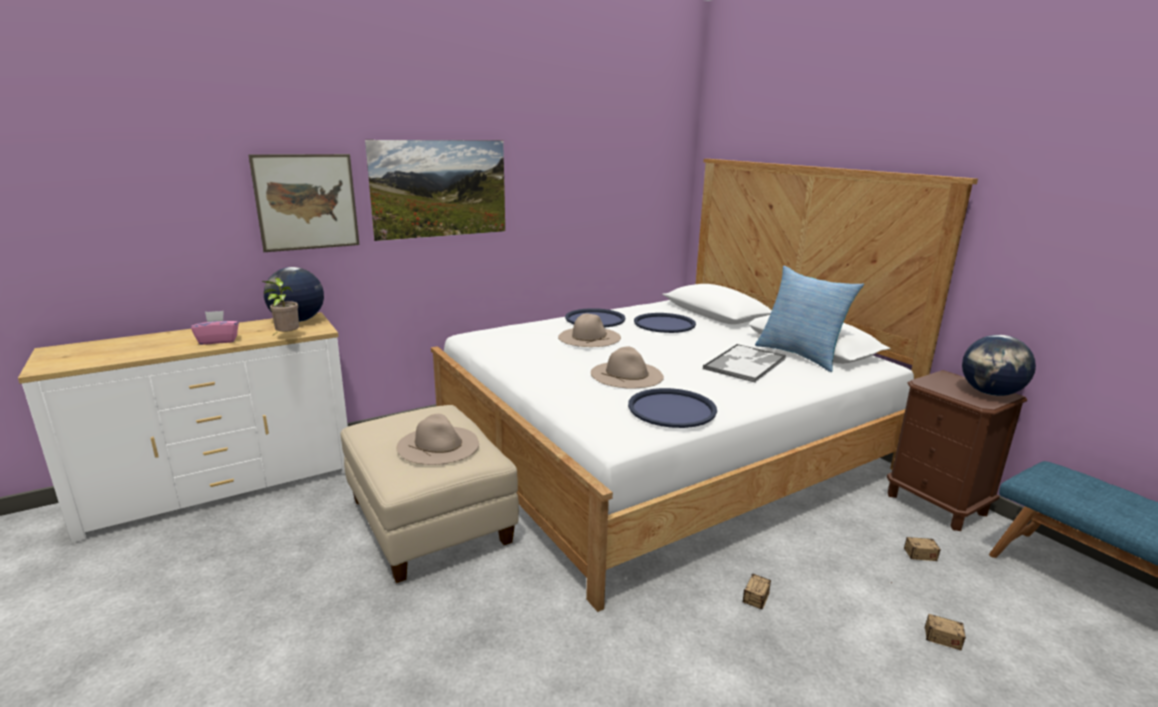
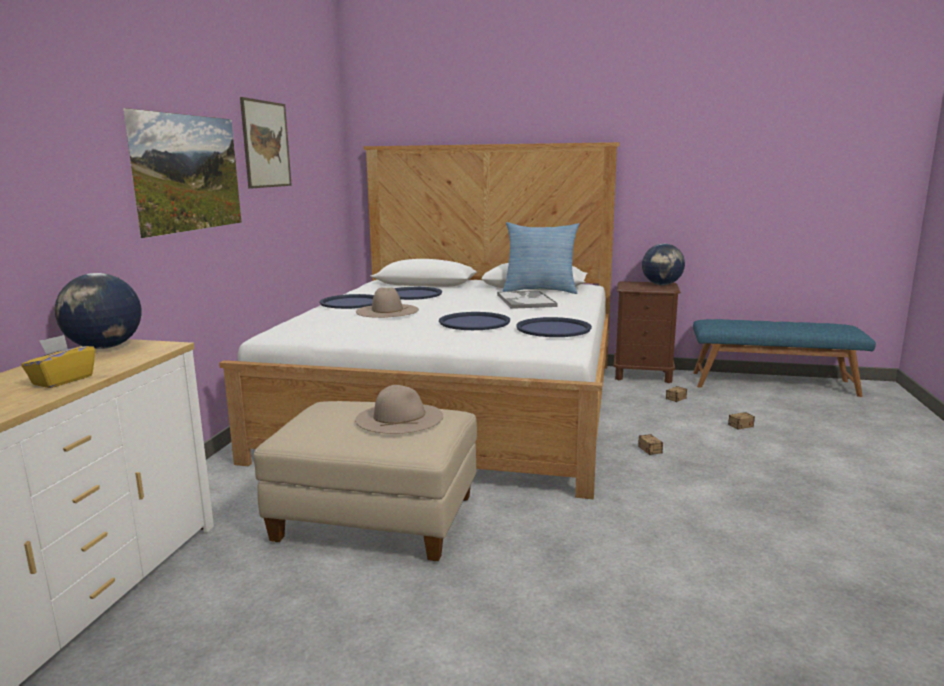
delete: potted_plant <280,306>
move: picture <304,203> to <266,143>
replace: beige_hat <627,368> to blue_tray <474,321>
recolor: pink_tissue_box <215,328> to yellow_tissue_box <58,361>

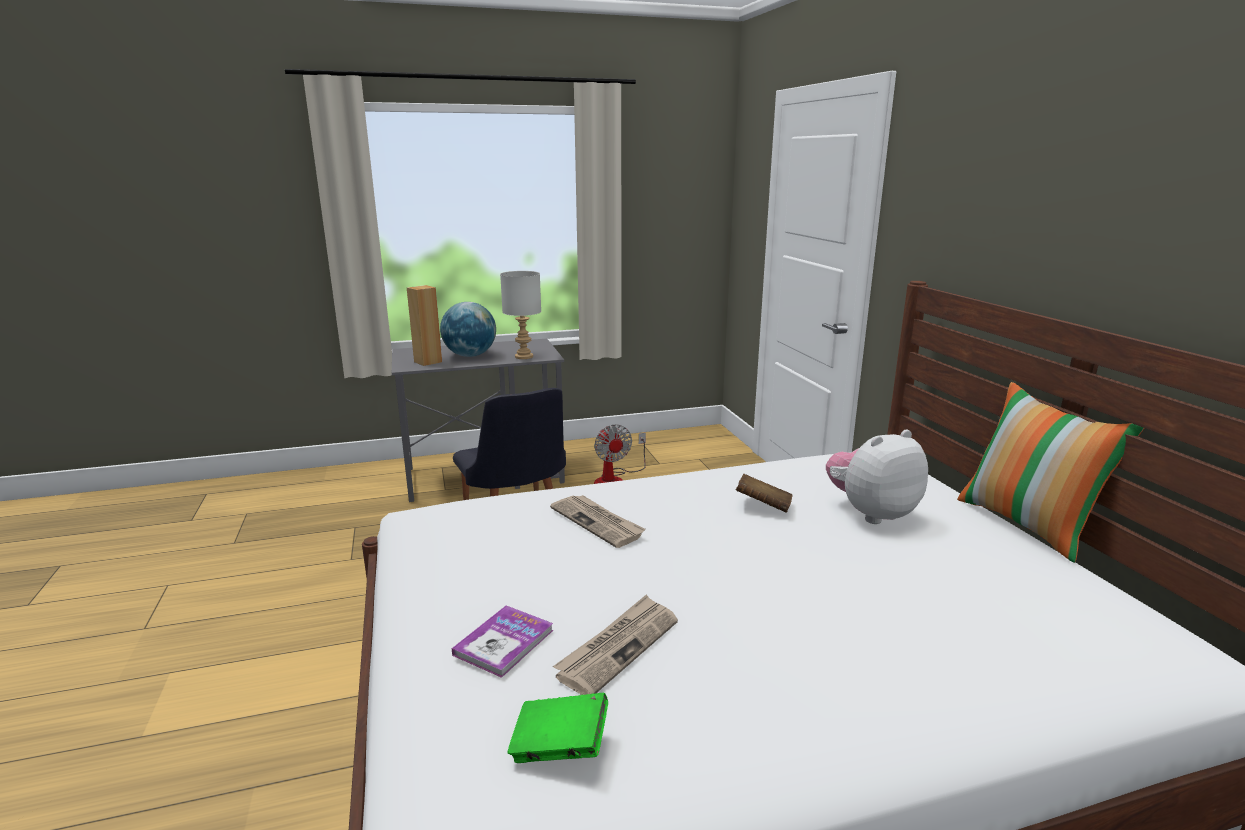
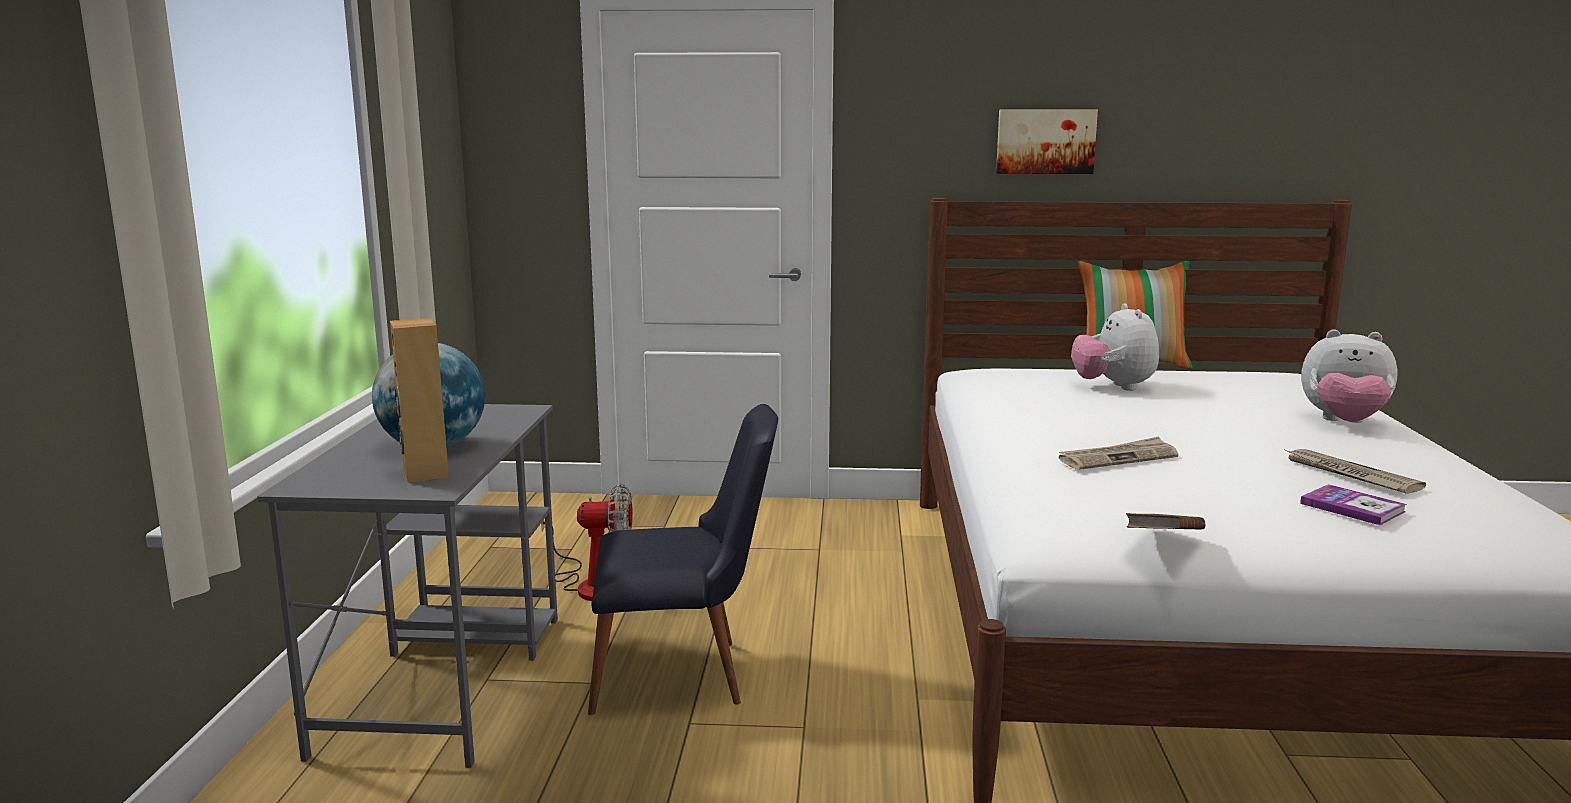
delete: grey_table_lamp <520,315>; green_book <557,728>
insert: picture <1047,141>; plush_toy <1349,376>
move: brown_book <764,493> to <1165,521>

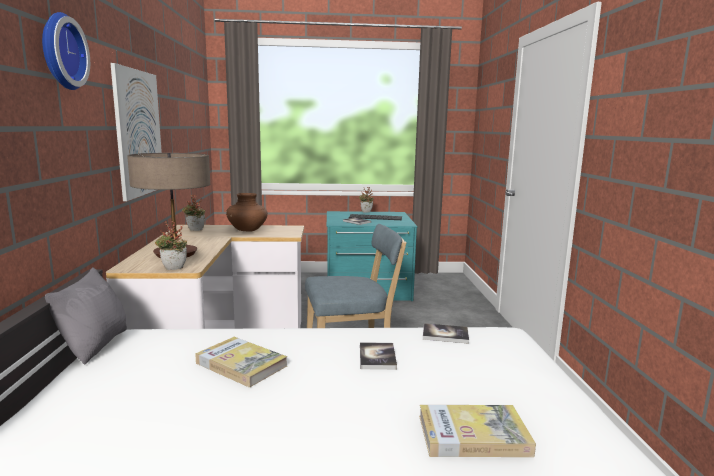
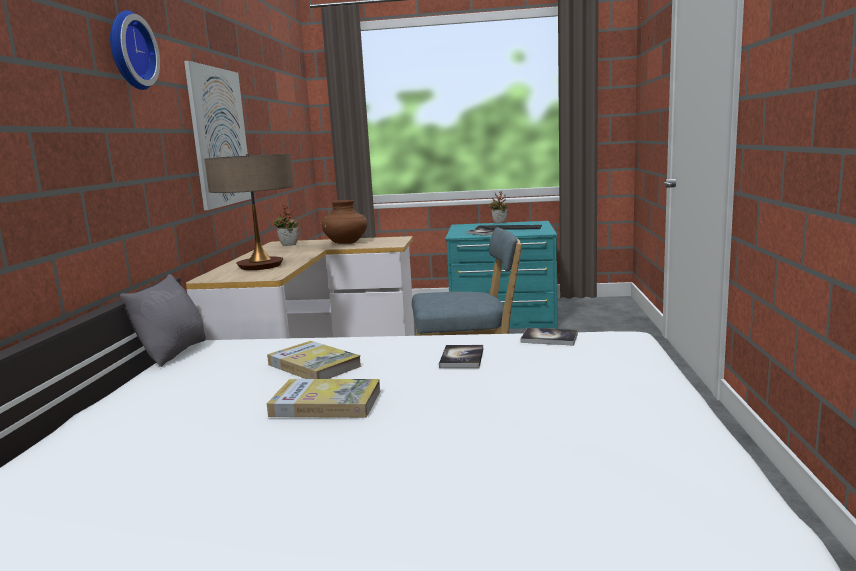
delete: potted_plant <171,245>
move: book <477,431> to <323,398>

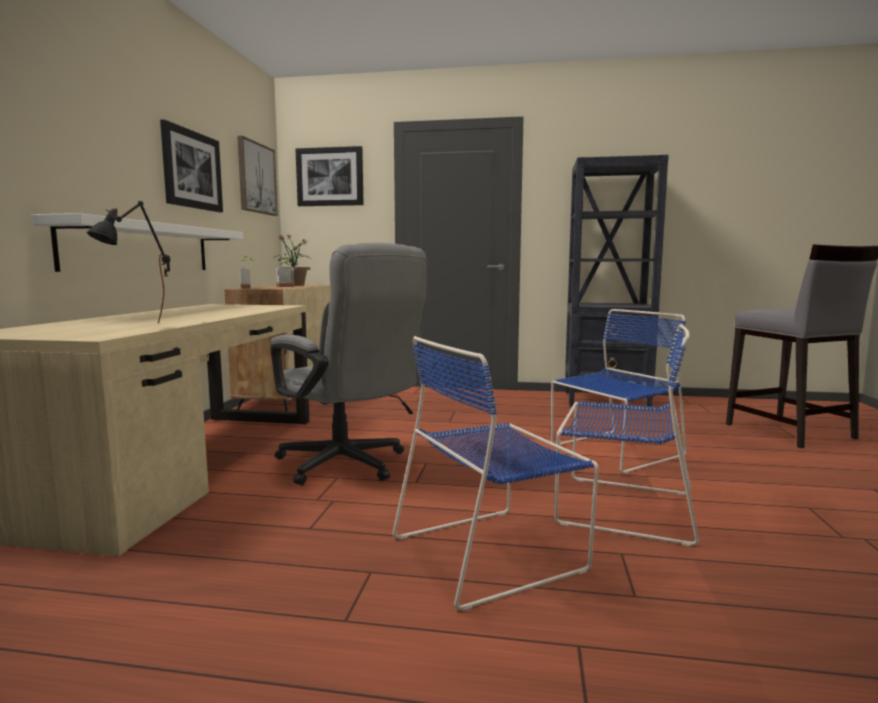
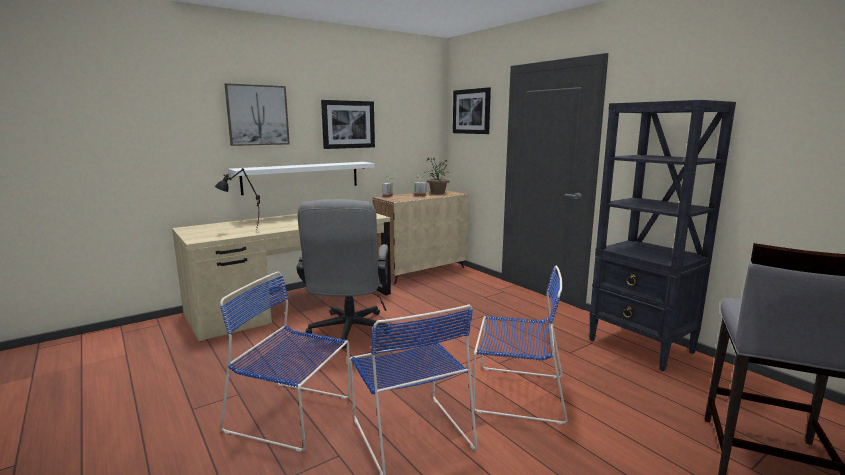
move: picture <257,176> to <257,114>

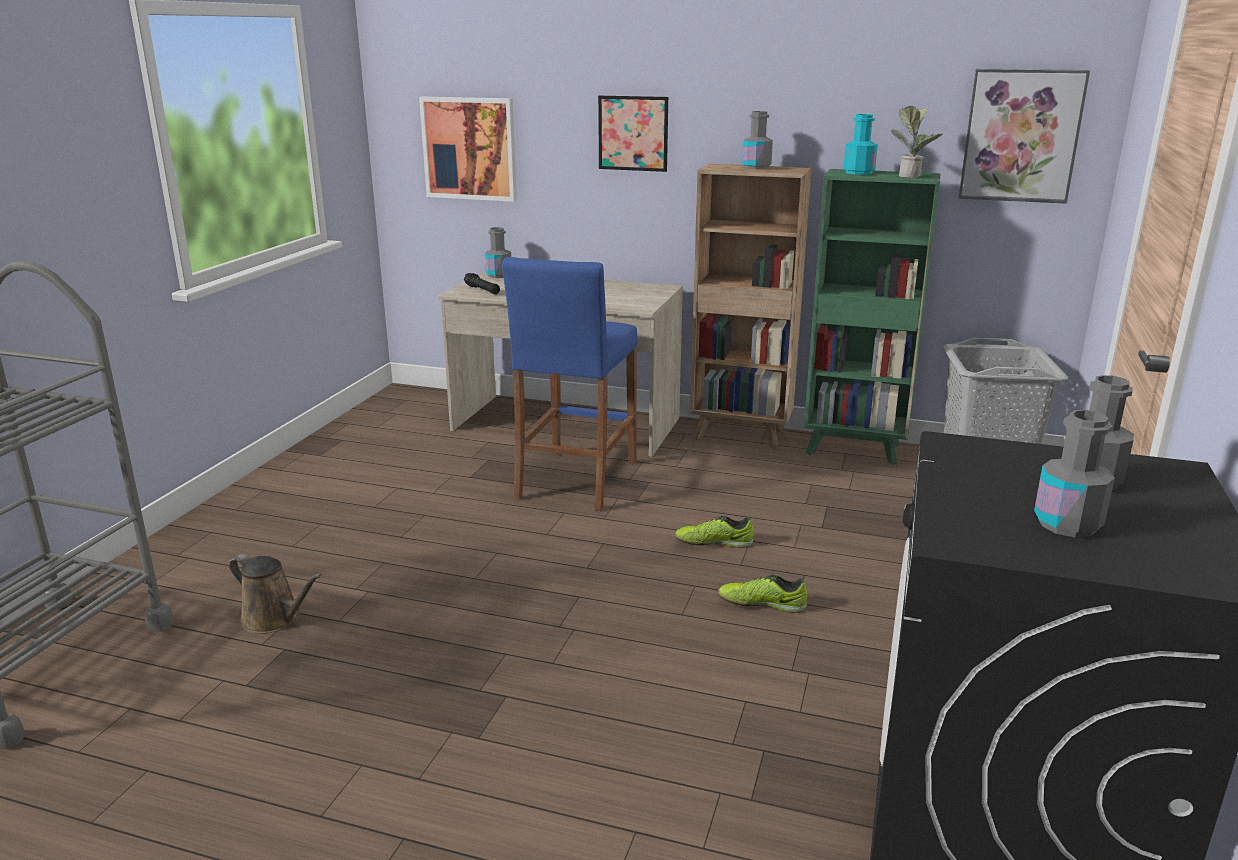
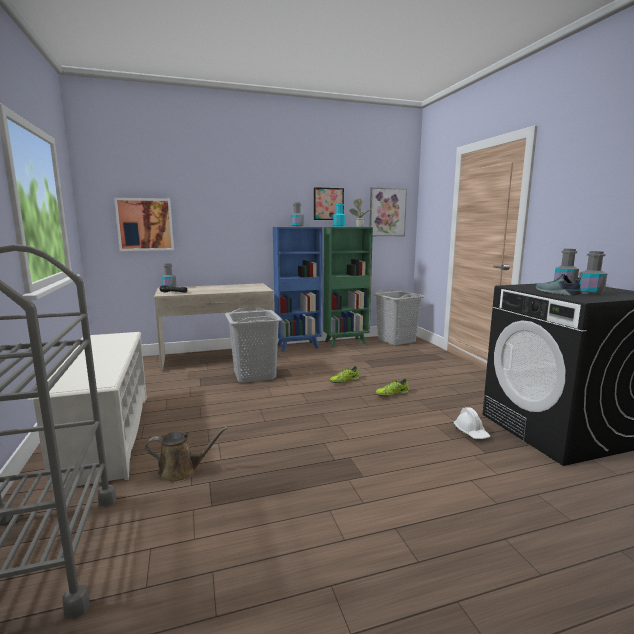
insert: white_shoe_rack <87,411>; white_hard_hat <471,423>; shoe <559,285>
move: picture <633,134> to <329,203>
replace: blue_stool <569,384> to grey_laundry_basket <253,345>
recolor: brown_bookcase <751,306> to blue_bookcase <298,289>

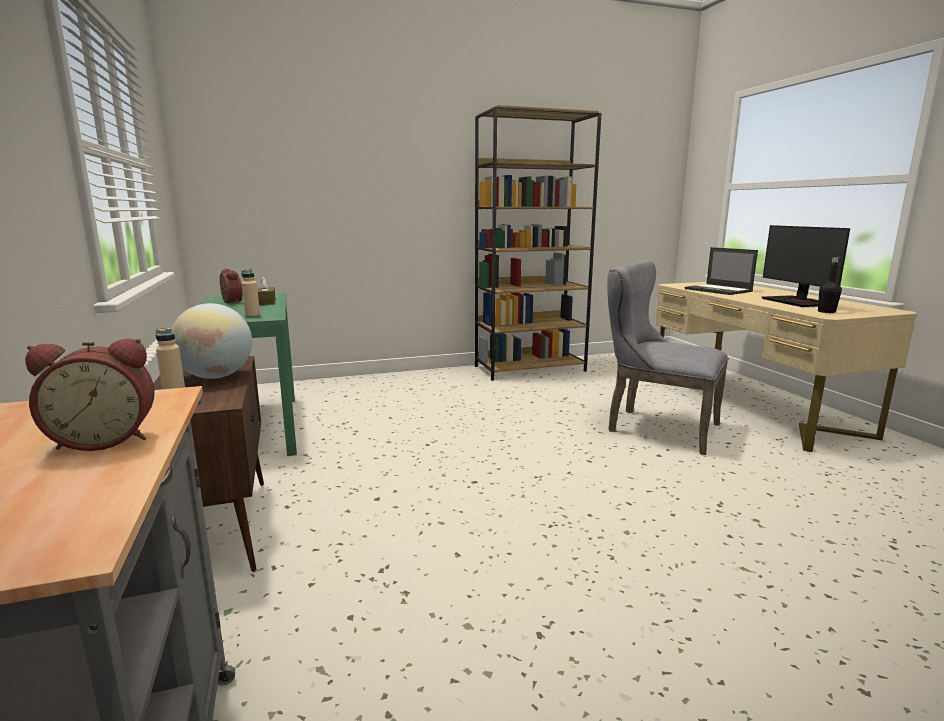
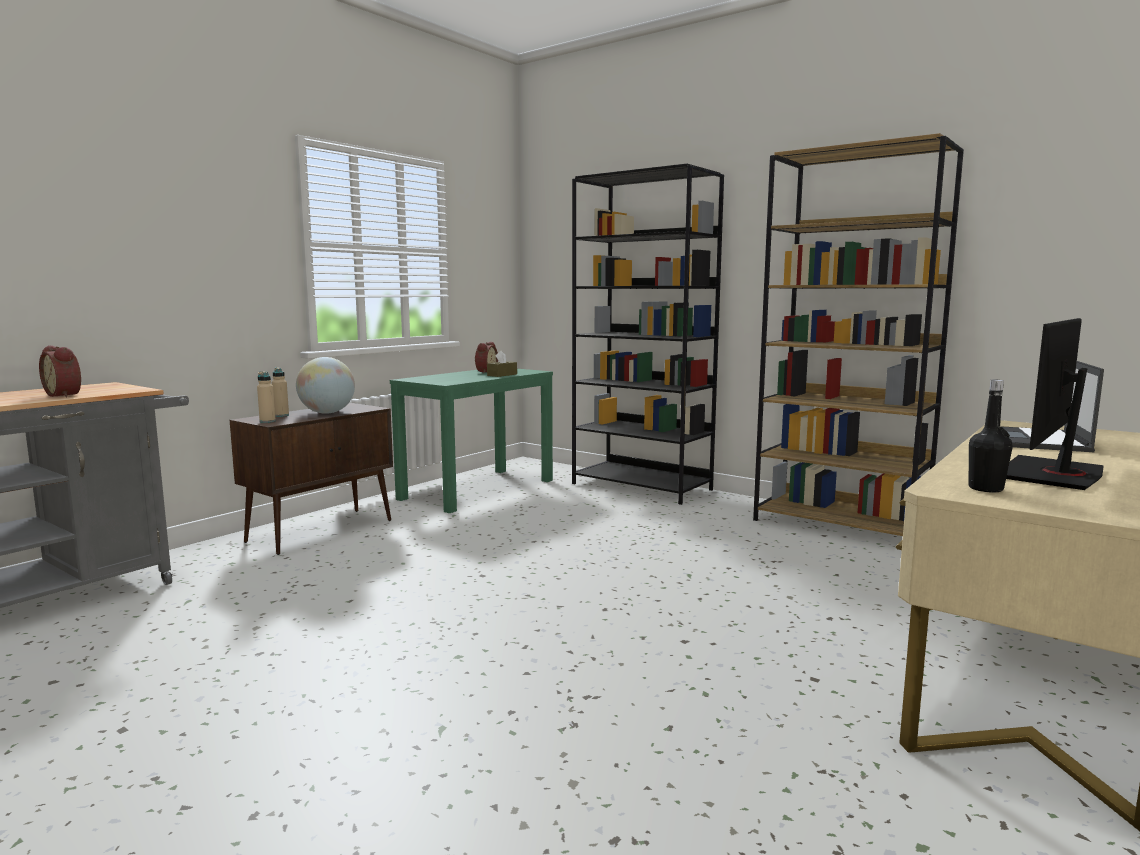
delete: grey_chair <668,357>
insert: black_bookcase <648,334>
move: beige_bottle <250,293> to <266,397>

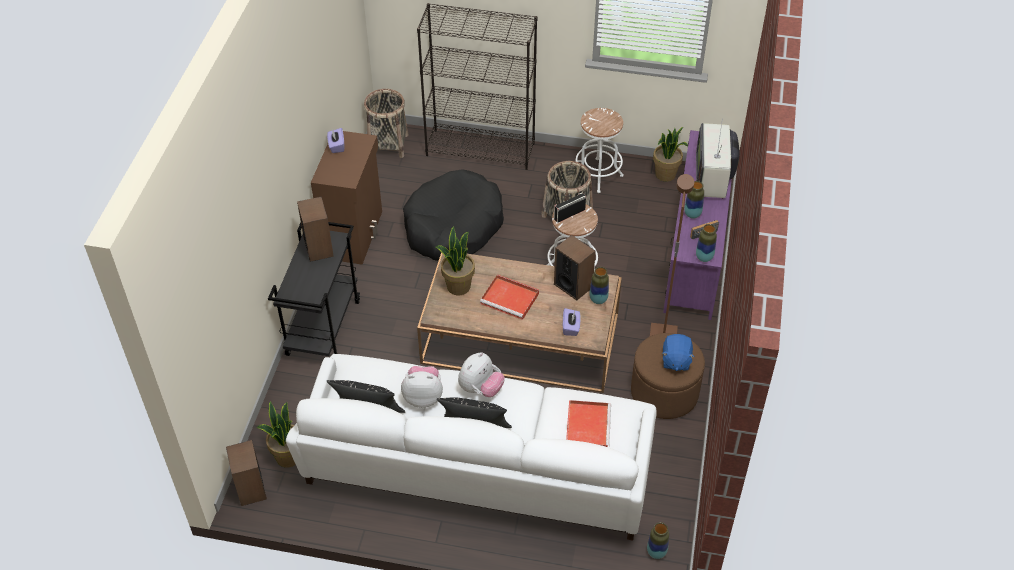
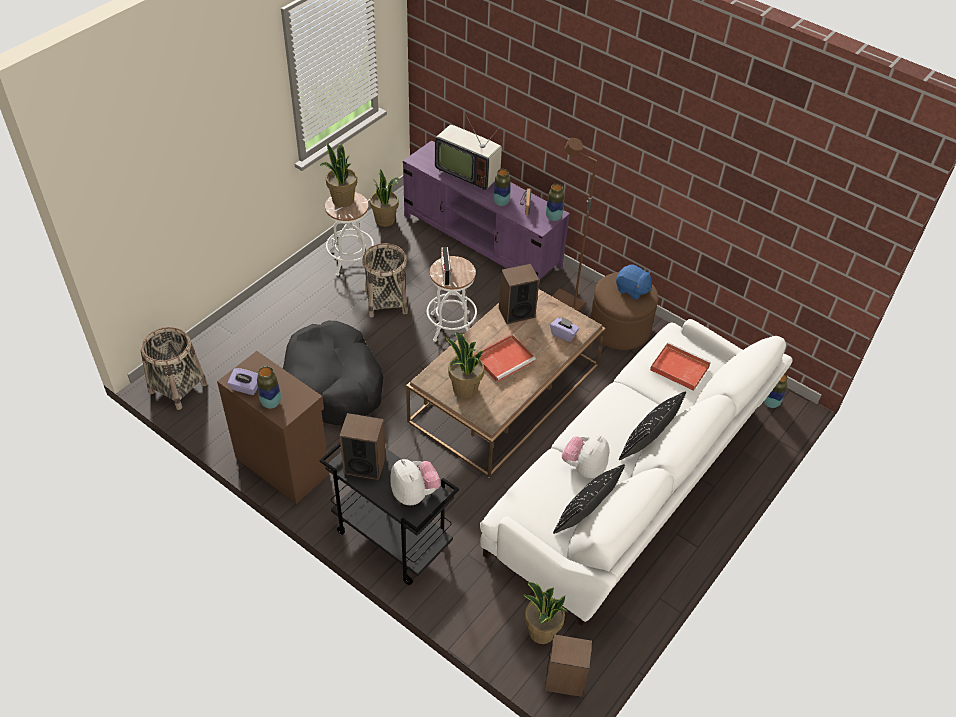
delete: black_bookcase <477,86>
insert: potted_plant <338,175>
move: plush_toy <481,374> to <415,482>; vase <599,285> to <269,387>

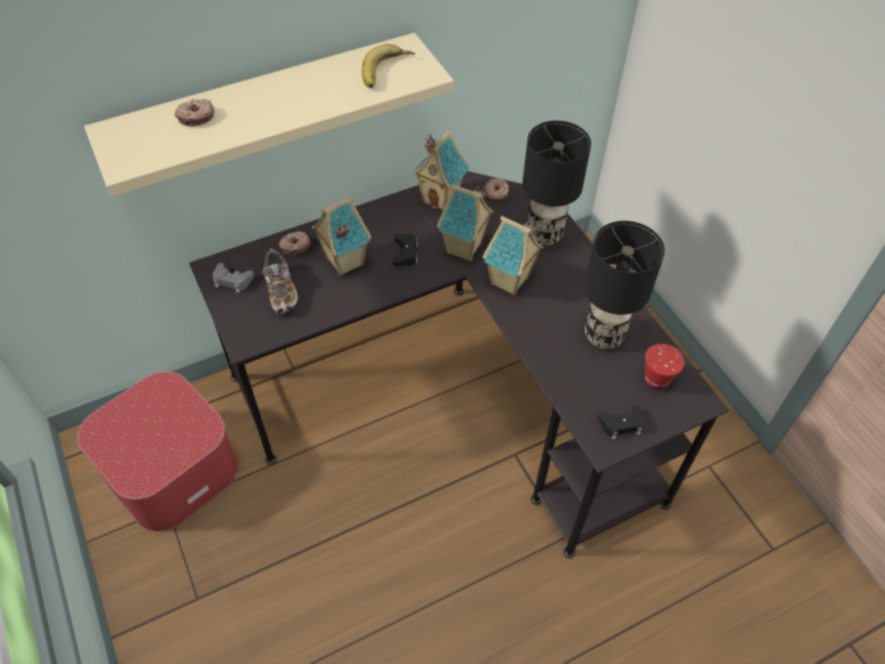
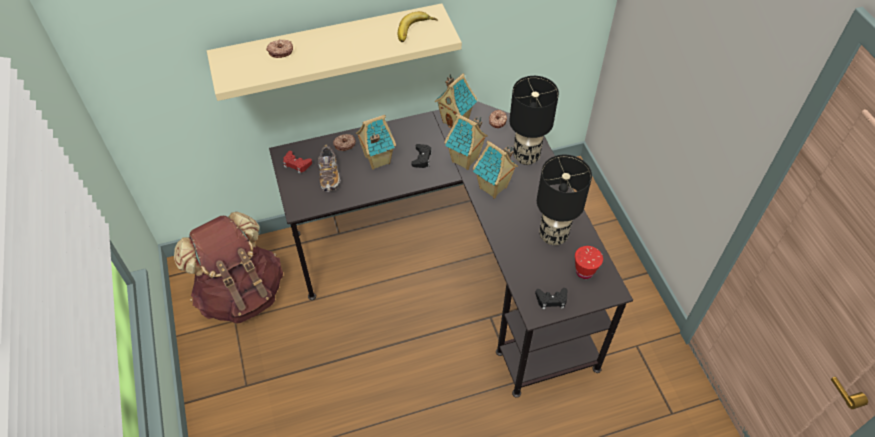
replace: ottoman <157,451> to brown_backpack <228,268>
recolor: grey_game_controller <233,278> to red_game_controller <297,162>

